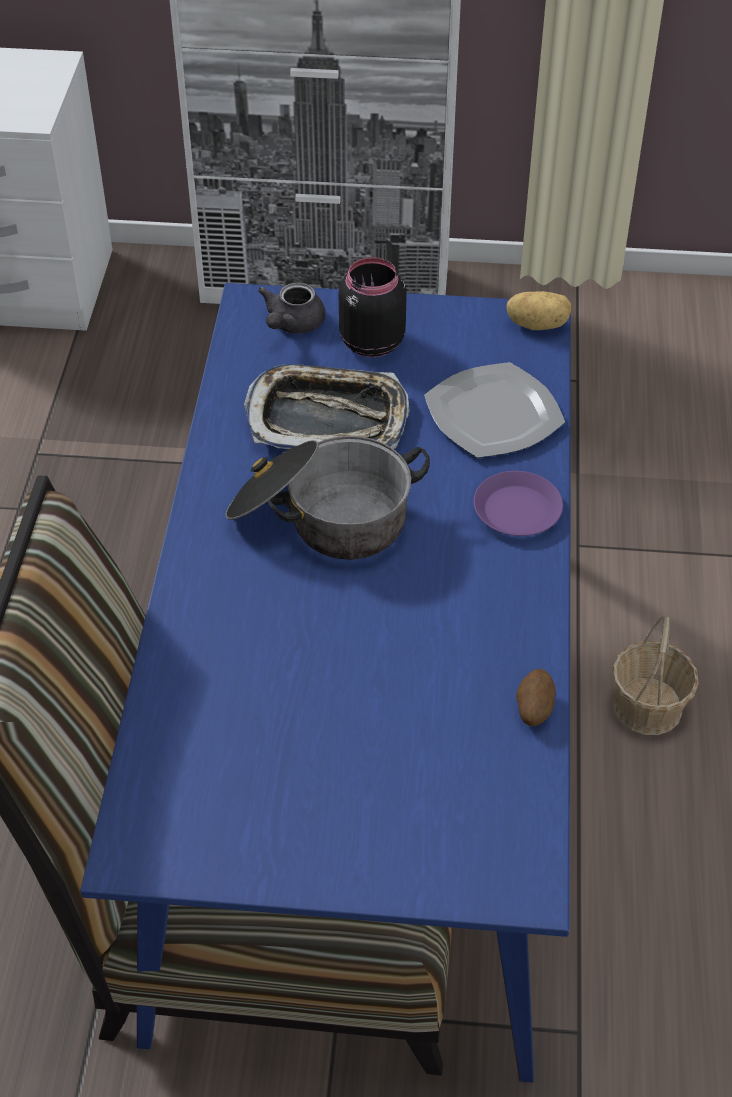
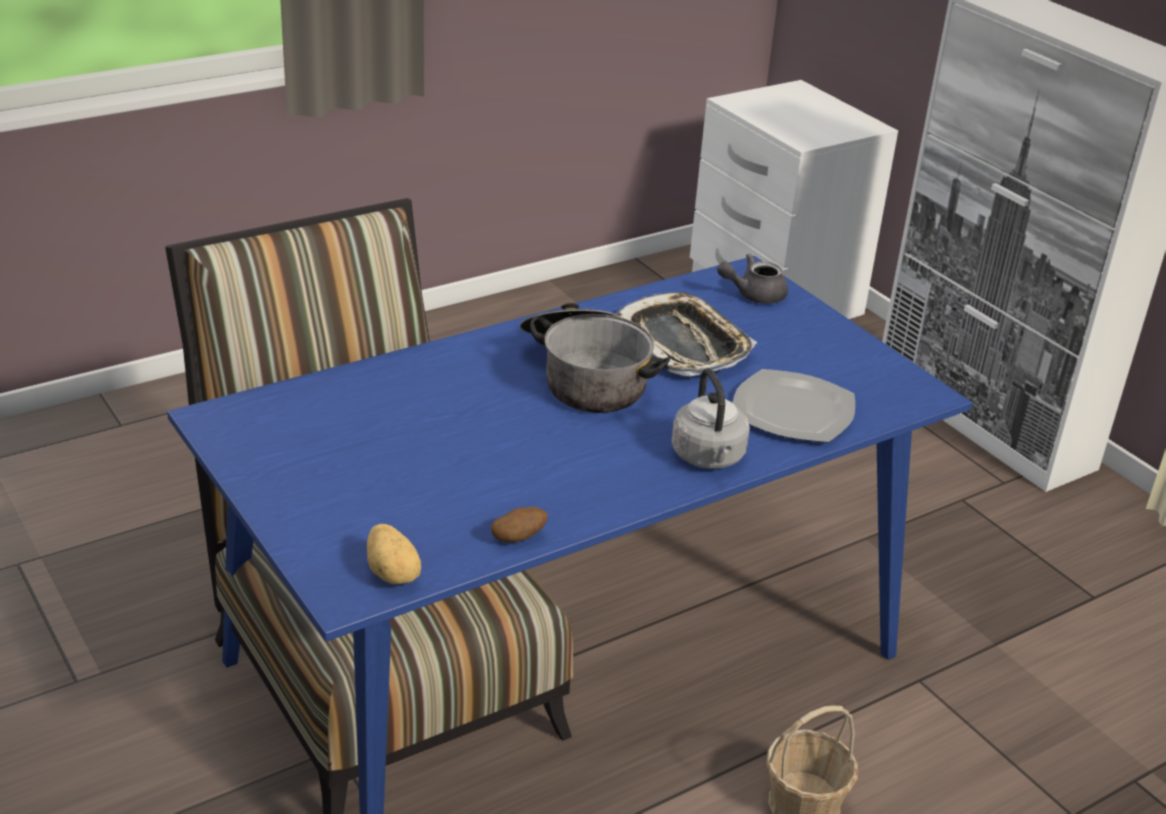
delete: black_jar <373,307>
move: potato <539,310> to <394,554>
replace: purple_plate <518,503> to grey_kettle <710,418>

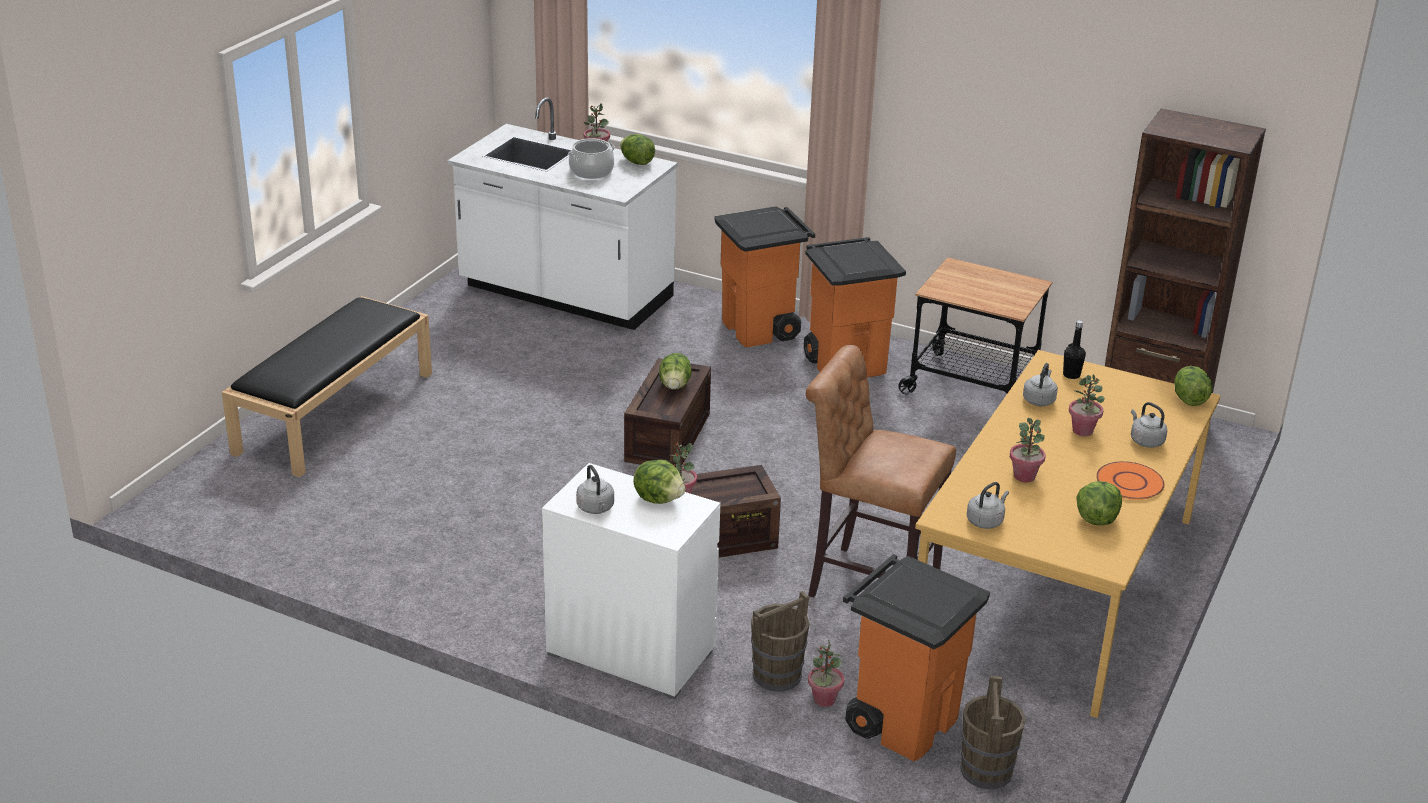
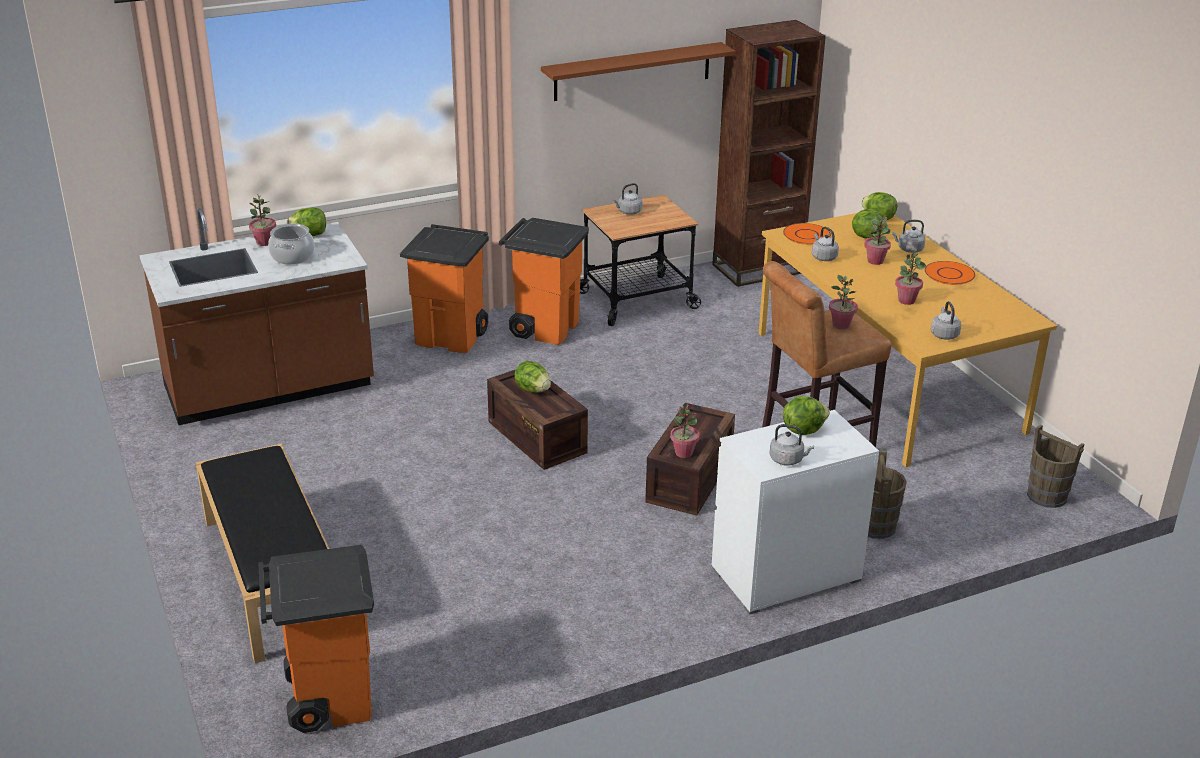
insert: brown_shelf <638,71>; grey_kettle <627,199>
move: potted_plant <826,673> to <843,302>; orange_trash_can <916,657> to <316,639>; lettuce <1099,503> to <868,224>
replace: black_bottle <1074,349> to orange_plate <807,234>
recolor: white_counter <563,213> to brown_counter <256,316>

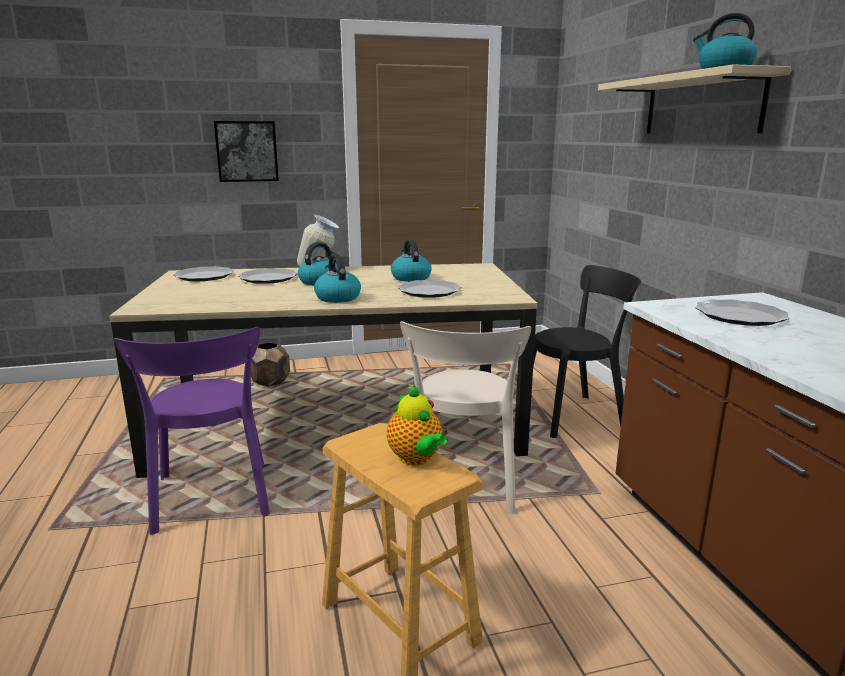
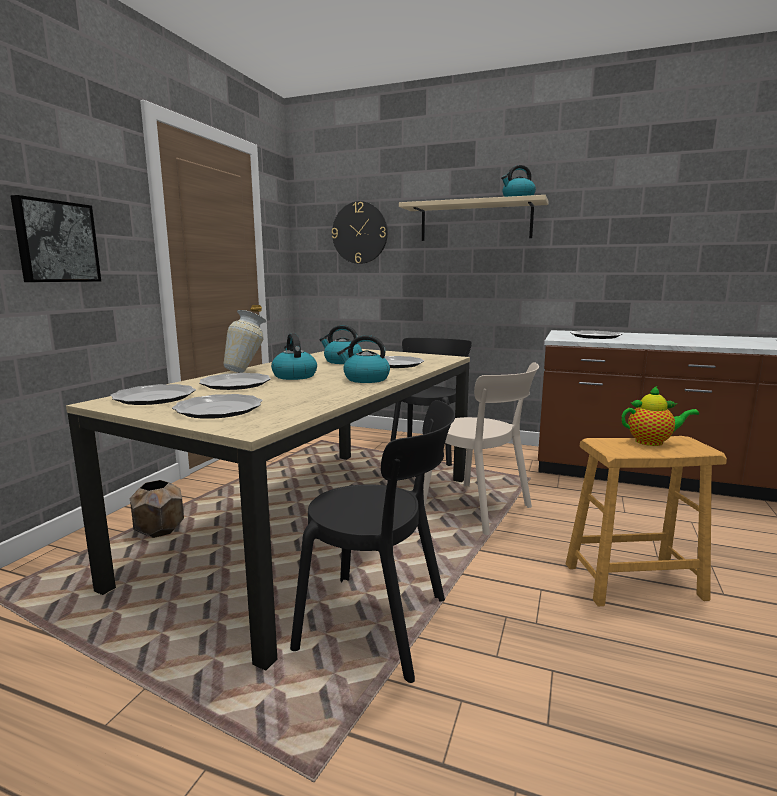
insert: plate <217,406>; wall_clock <360,232>
recolor: purple_chair <192,431> to black_chair <372,541>

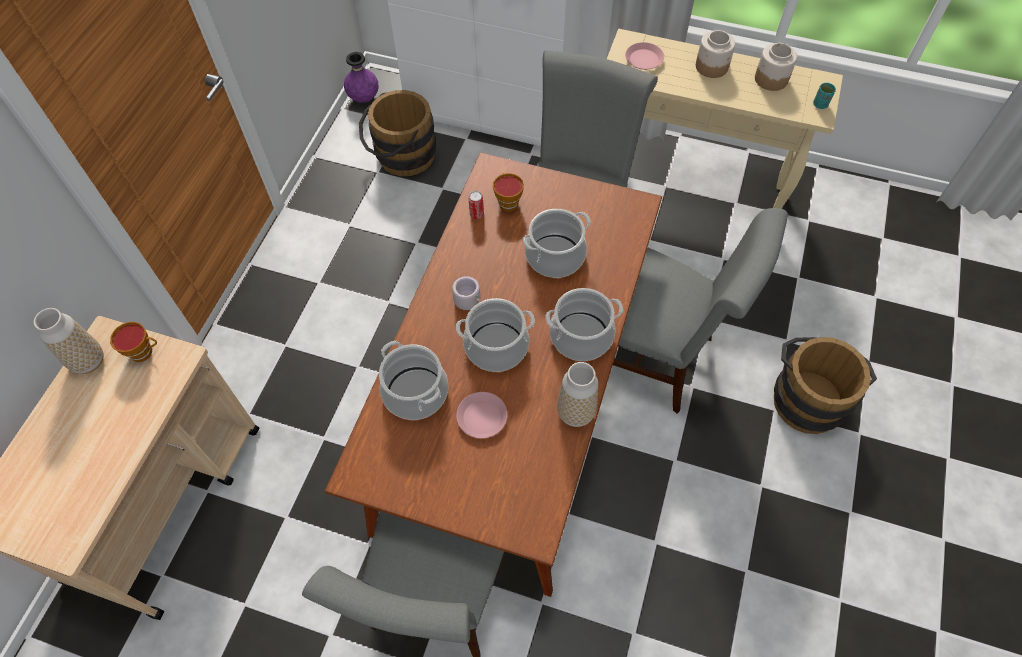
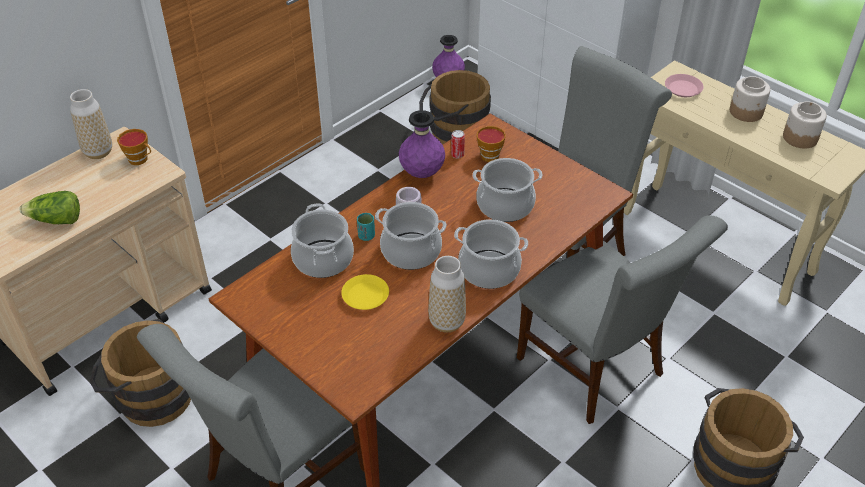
insert: lettuce <49,207>; brown_bucket <140,373>; purple_vase <422,144>
move: turquoise_cup <824,95> to <366,227>
recolor: pink_plate <481,415> to yellow_plate <365,292>

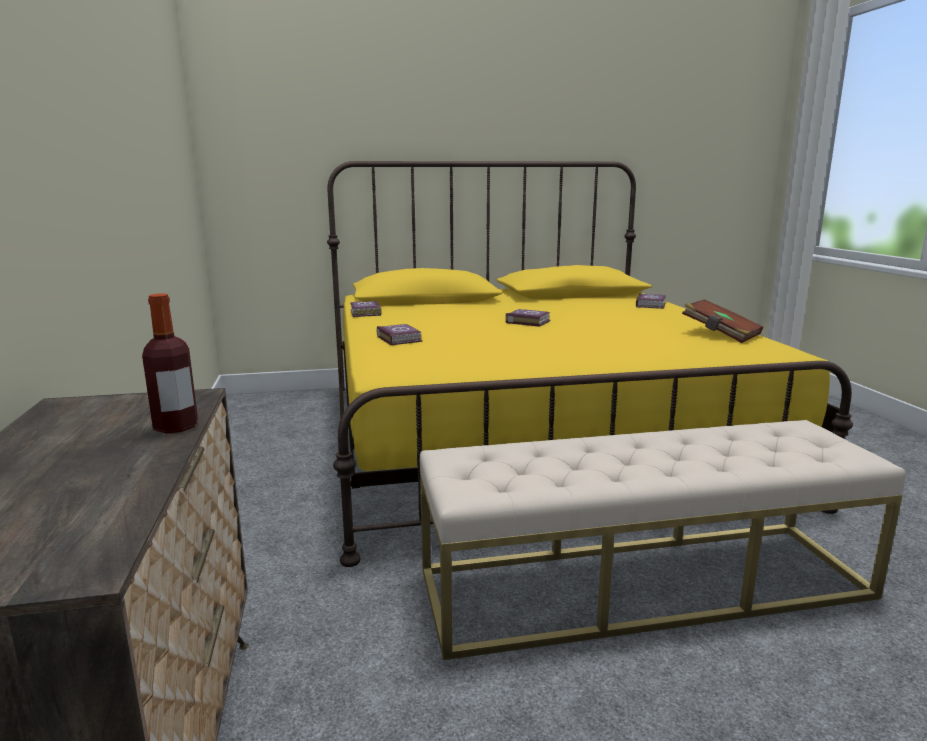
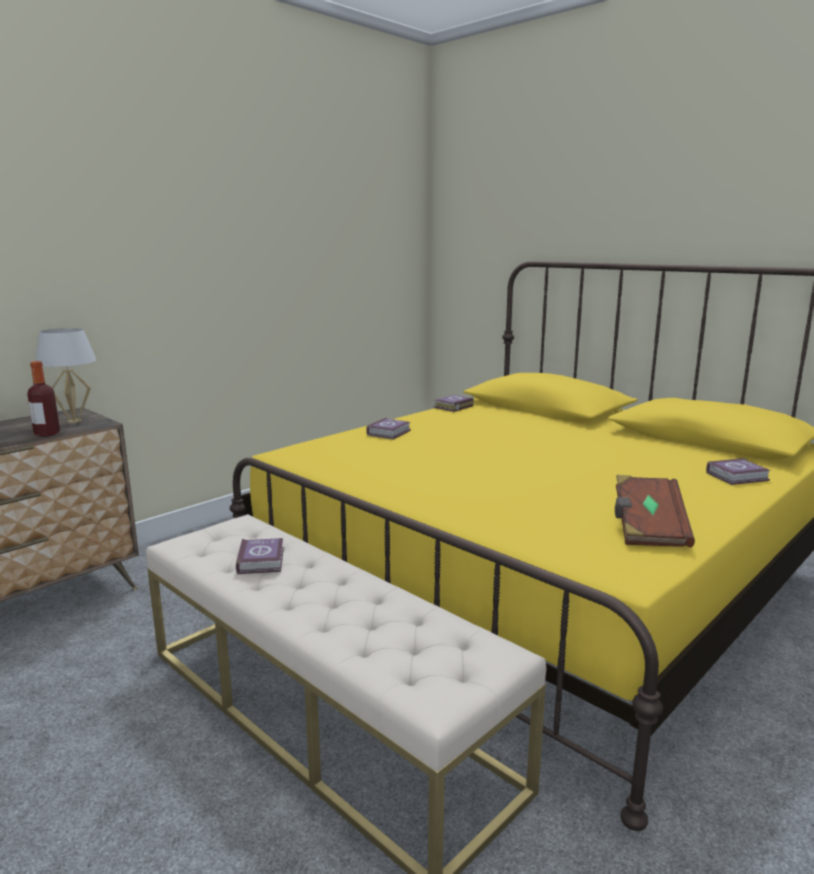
insert: white_table_lamp <65,376>
move: book <528,318> to <260,556>

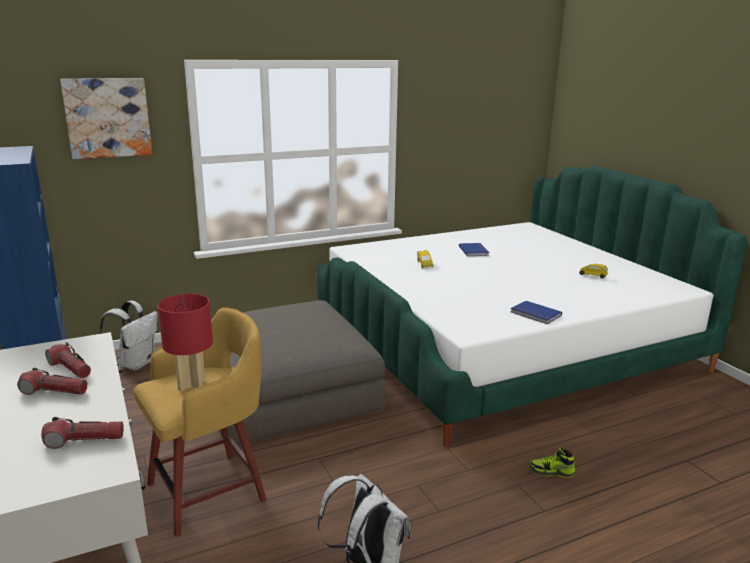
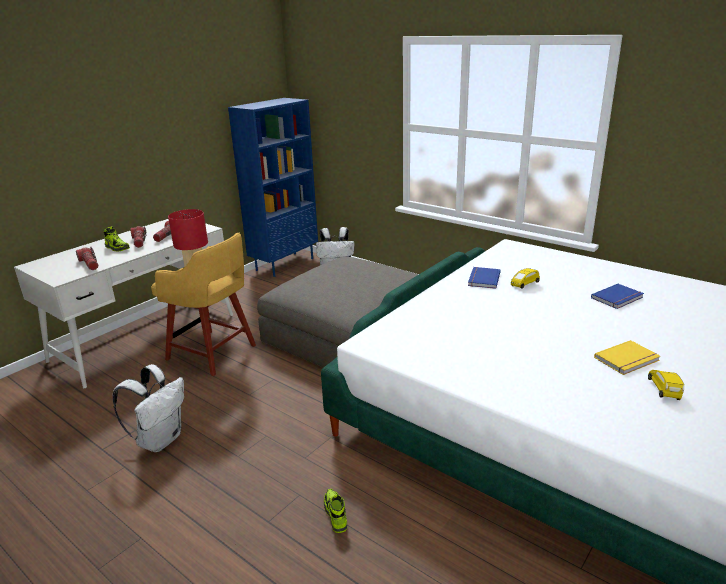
delete: picture <106,118>
insert: shoe <117,238>; yellow_book <627,357>
move: blue_book <536,312> to <484,278>

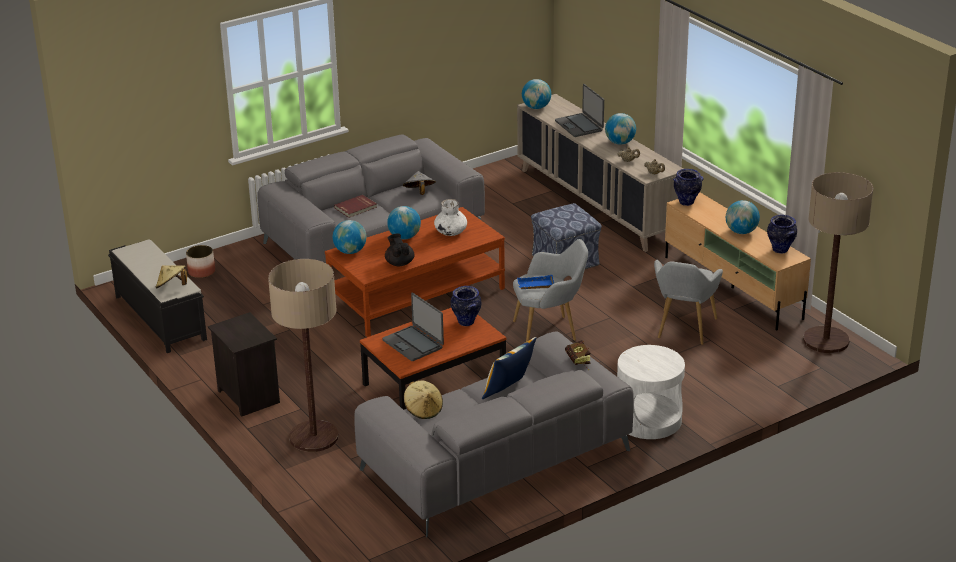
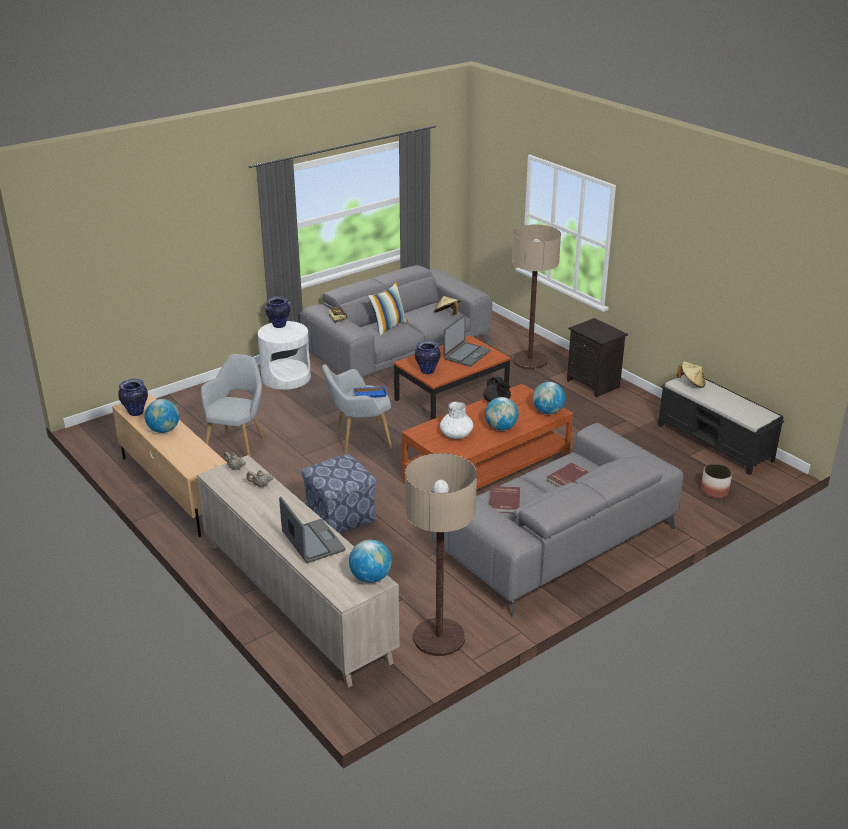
delete: globe <620,129>
move: vase <688,187> to <277,312>; floor_lamp <838,262> to <441,554>
replace: grey_hat <419,183> to red_book <505,499>
rotate: laptop <413,327> = <467,341> 75 degrees clockwise

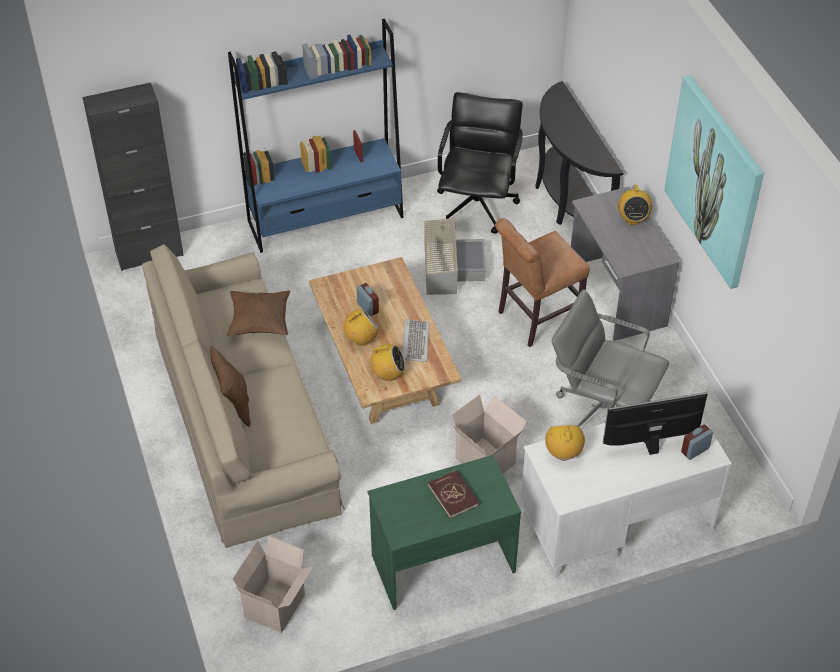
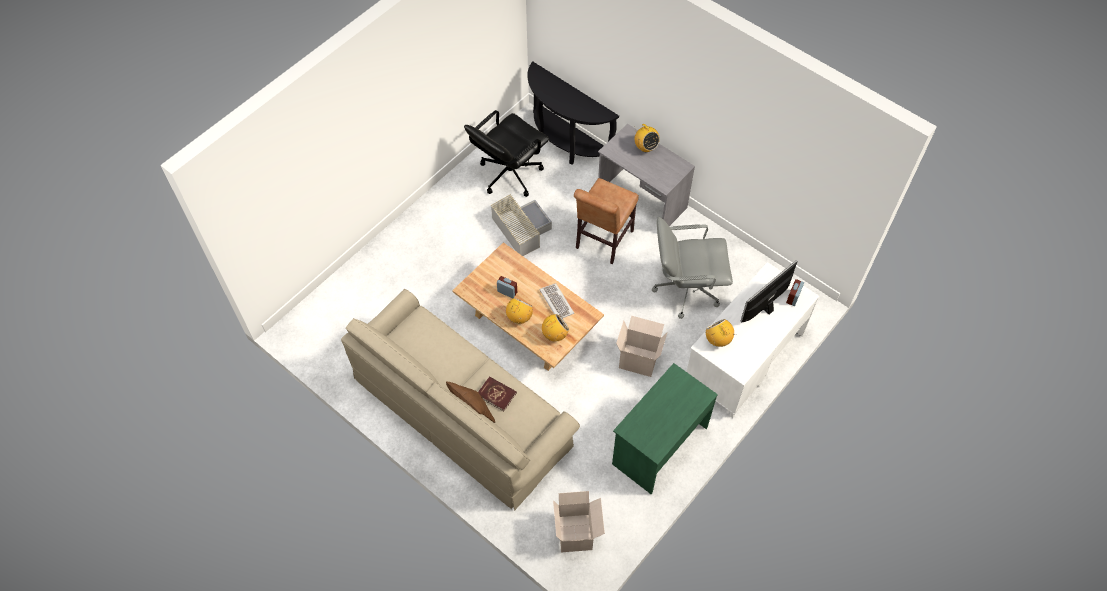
delete: black_cabinet <133,176>; brown_pillow <258,313>; blue_bookcase <315,136>; picture <714,182>
move: red_book <453,494> to <497,394>
rotate: black_office_chair <480,163> = <506,153> 120 degrees counterclockwise

